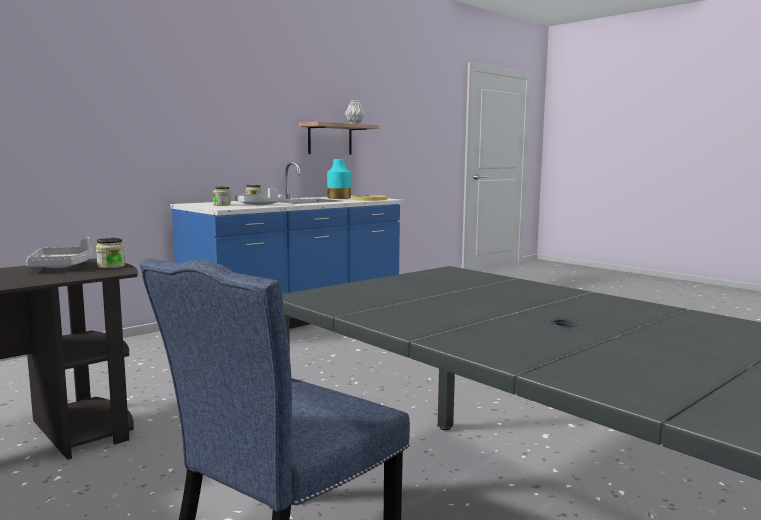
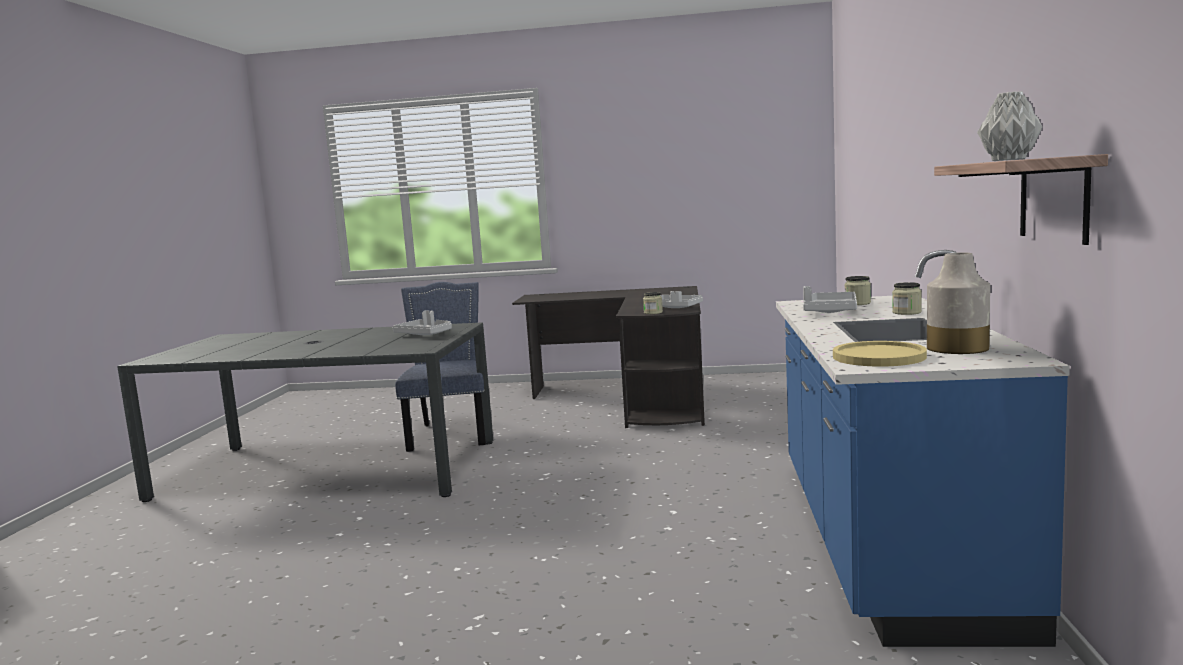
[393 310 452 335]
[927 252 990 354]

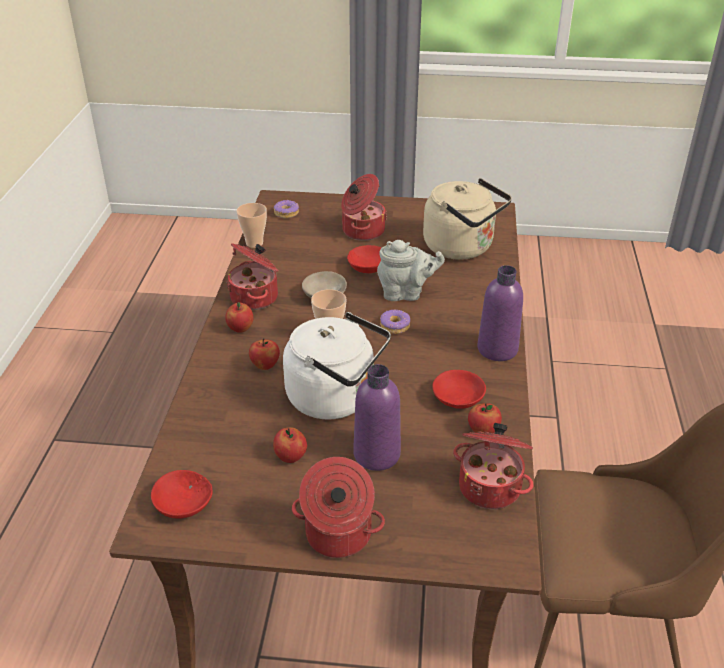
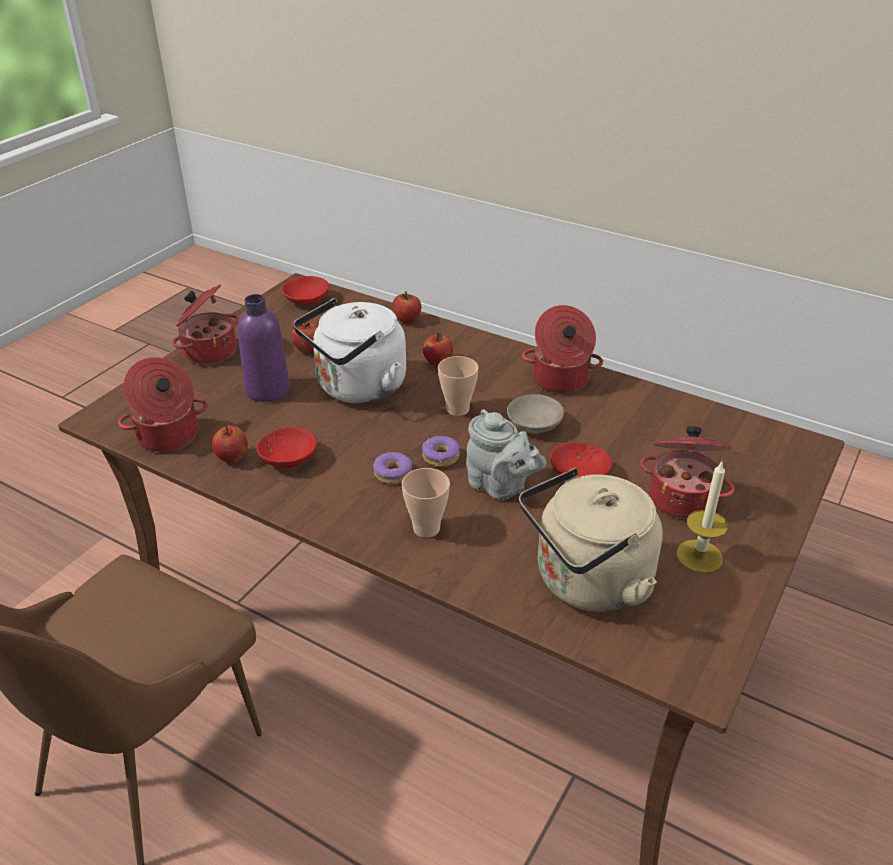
[373 452 412 485]
[392 291 422 323]
[402 468 450 538]
[466 409 546 500]
[676 462 728 573]
[477 265 523 361] (first image)

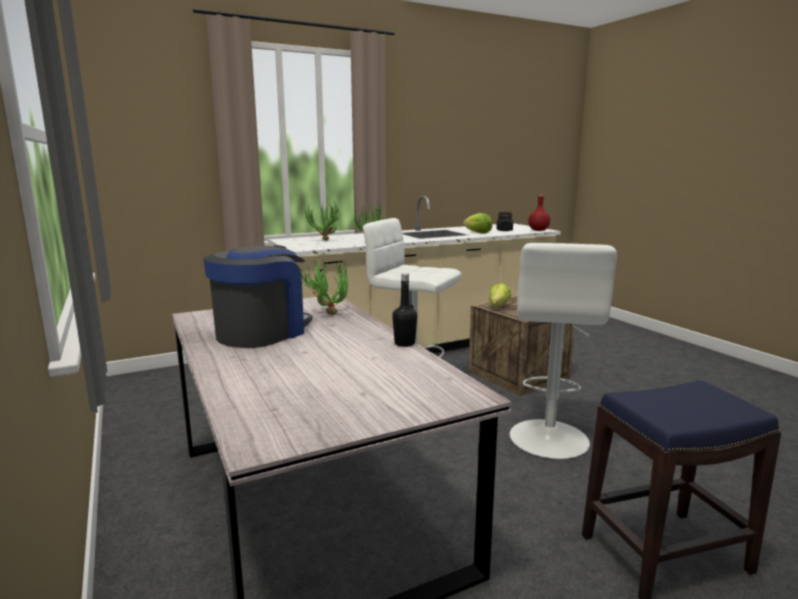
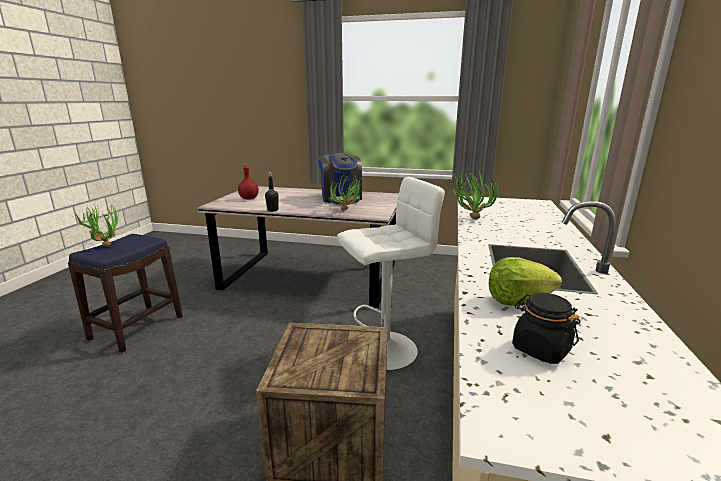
[74 204 119 247]
[238 165 259 200]
[489 283 511 307] (first image)
[510 243 617 459] (first image)

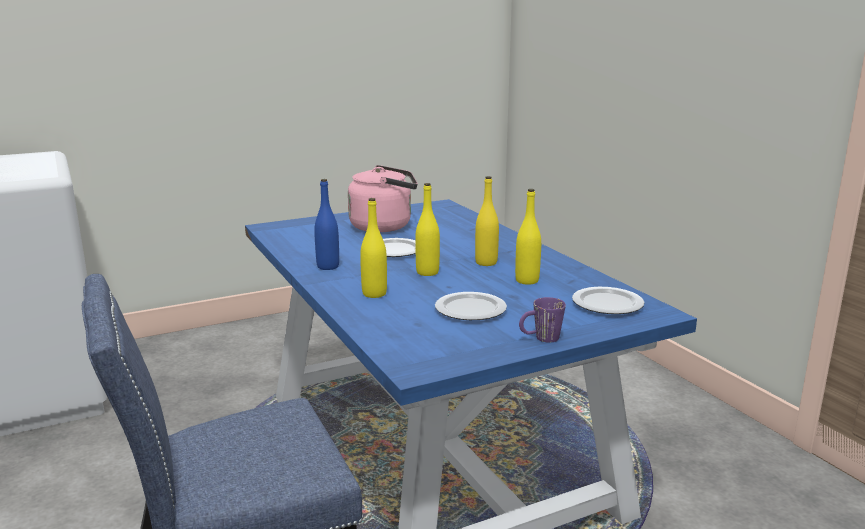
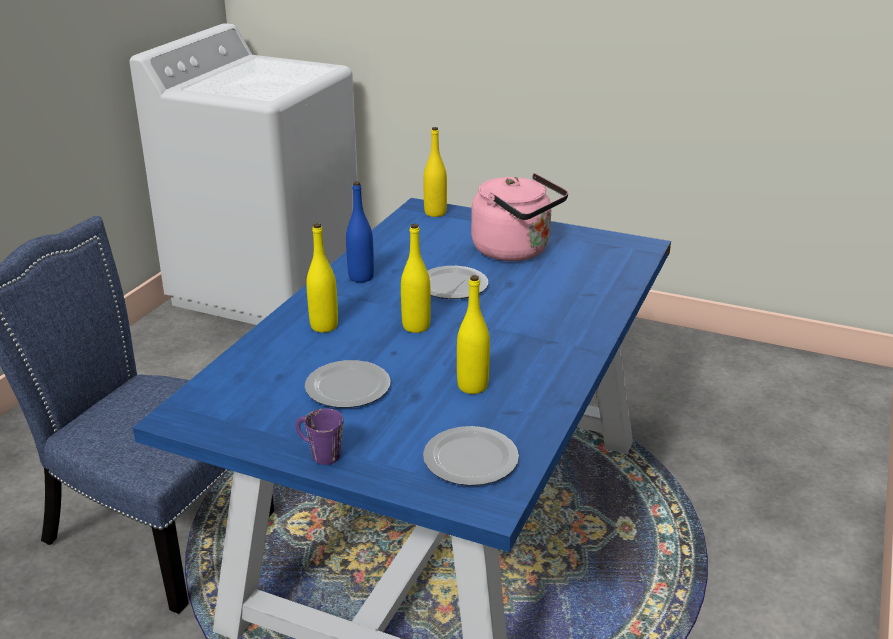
[423 127 447 217]

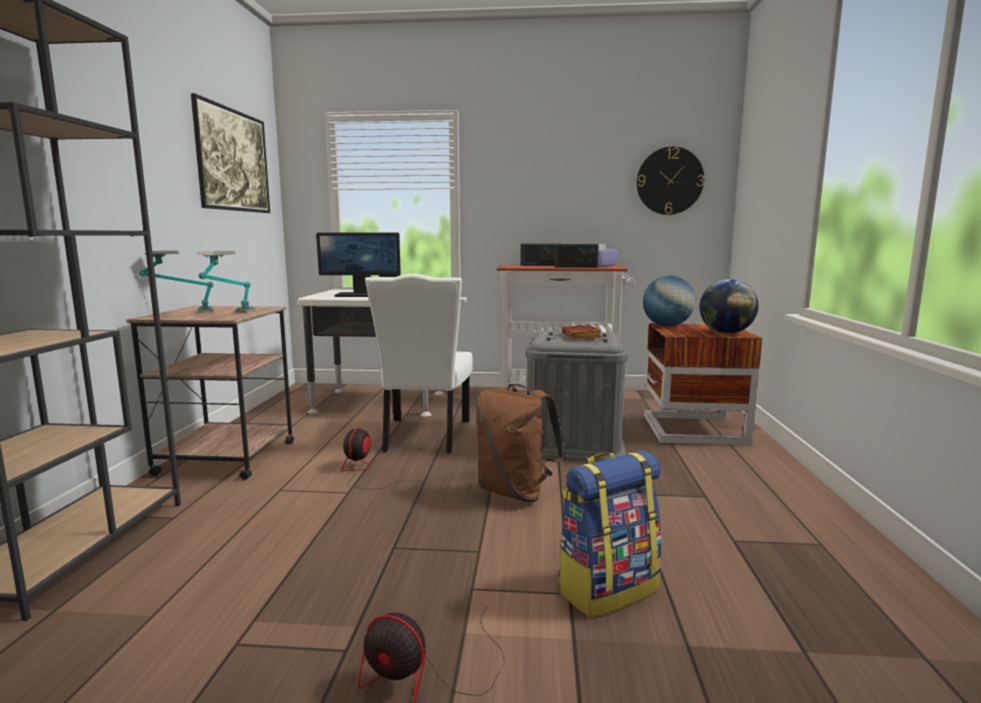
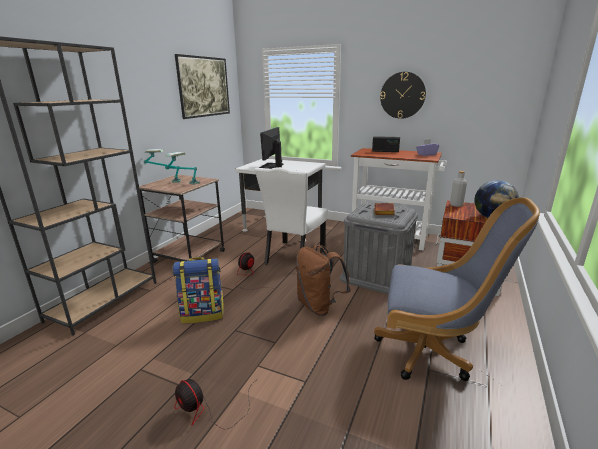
[172 257 224 324]
[259 127 284 169]
[374 197 540 381]
[380 72 426 119]
[450 171 467 207]
[555 244 599 268] (first image)

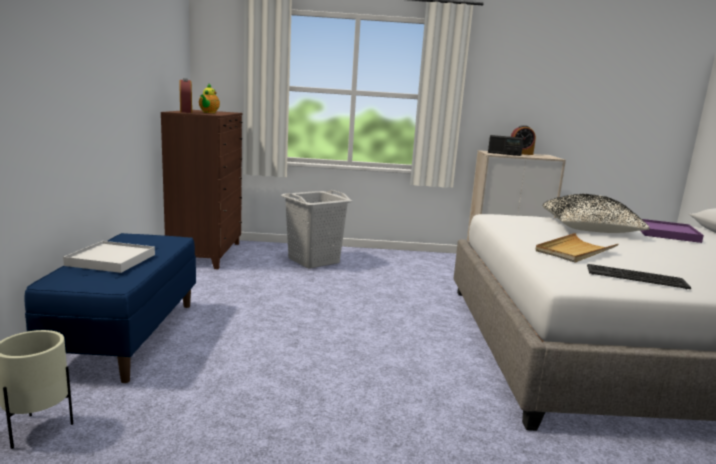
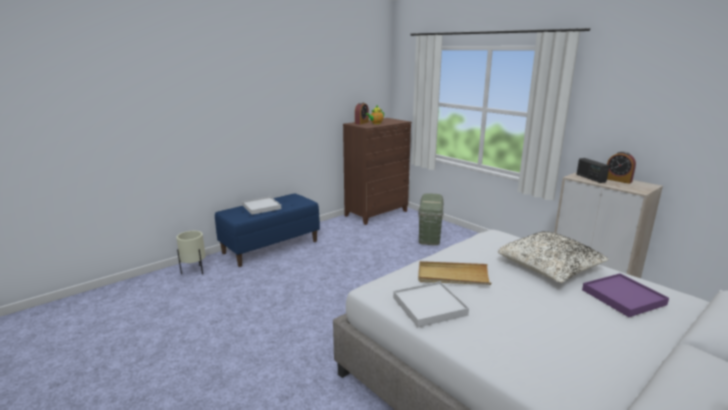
[393 281 469 327]
[418 193 444 245]

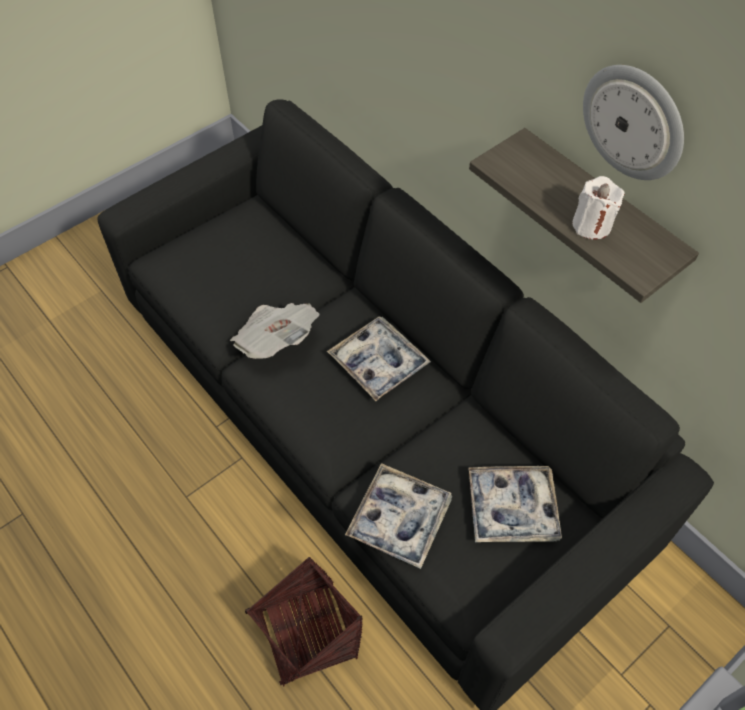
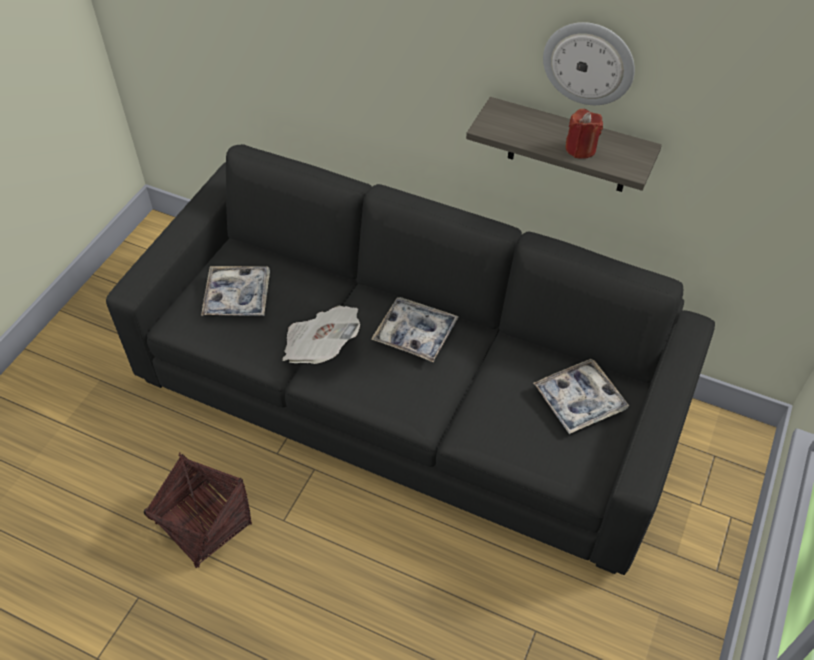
[144 452 252 568]
[201 266 270 316]
[565 109 603 159]

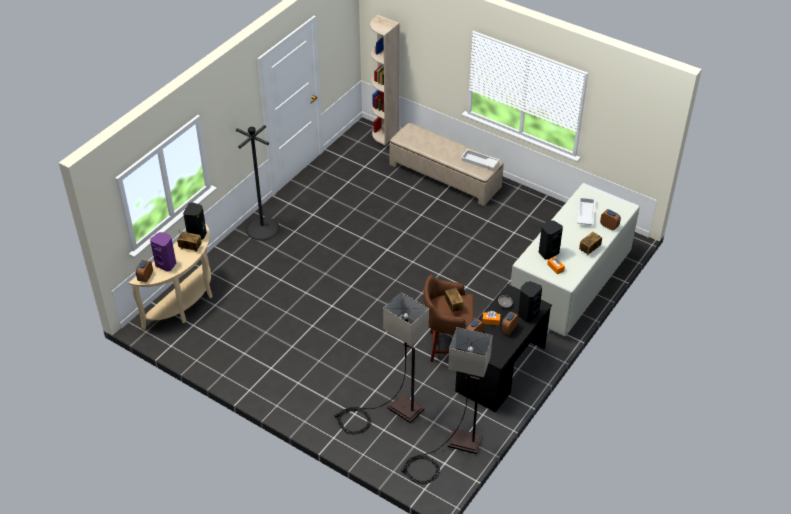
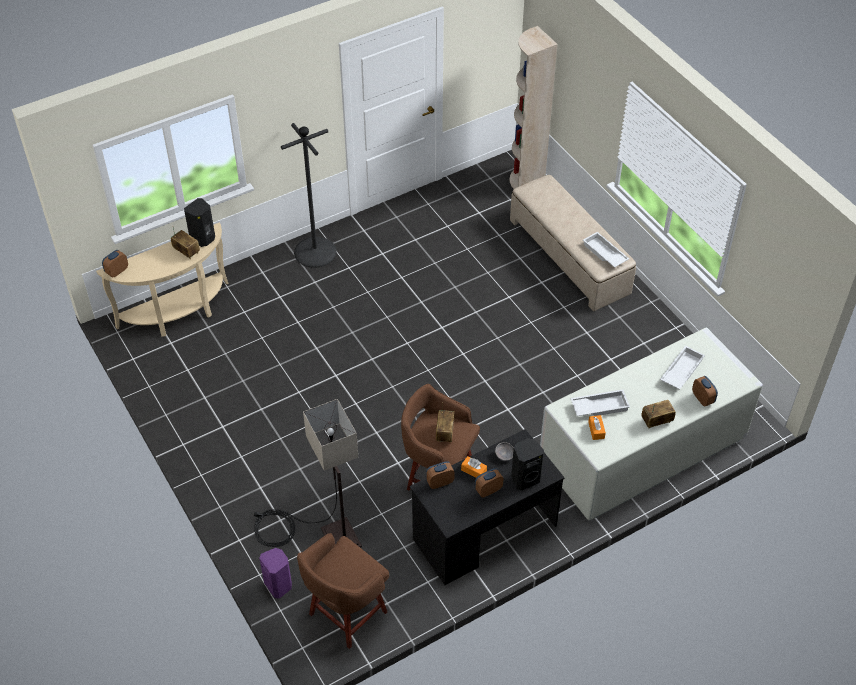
[259 548 292 599]
[297 533 389 649]
[571 389 630 416]

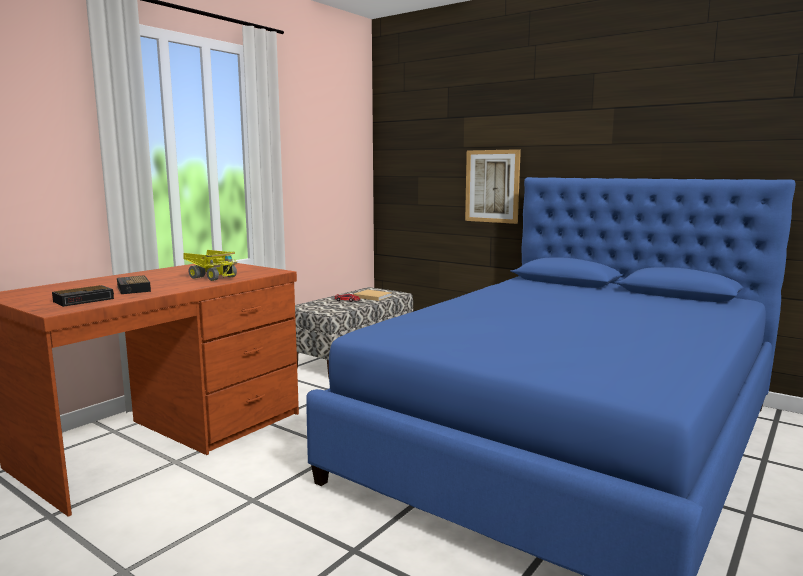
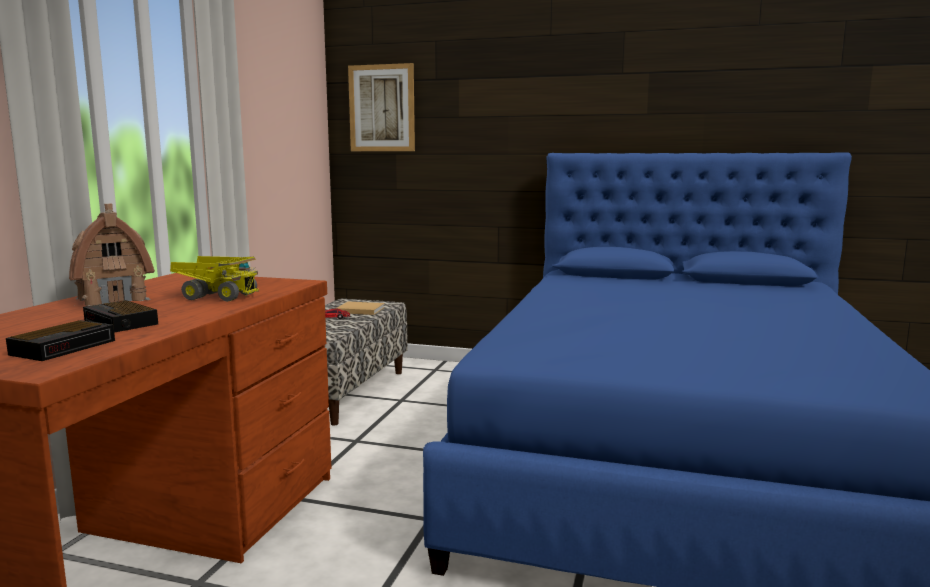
[69 204 155 306]
[348 63 415 151]

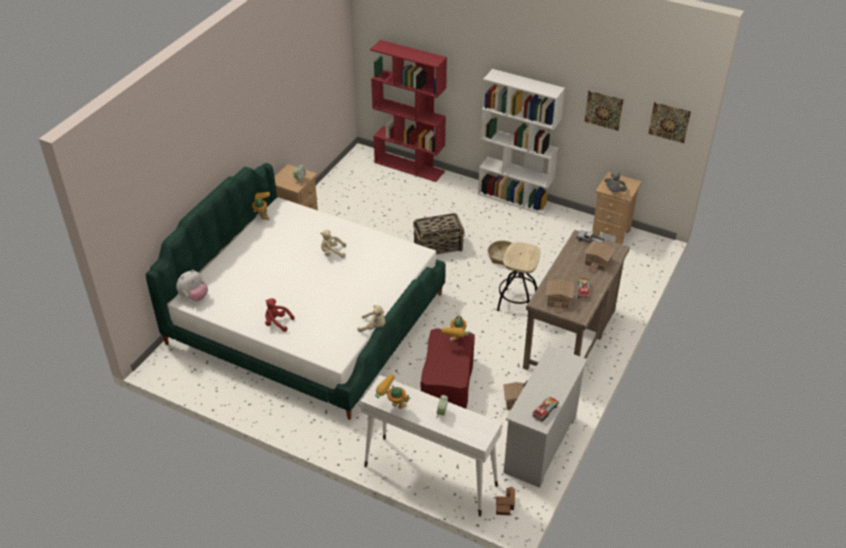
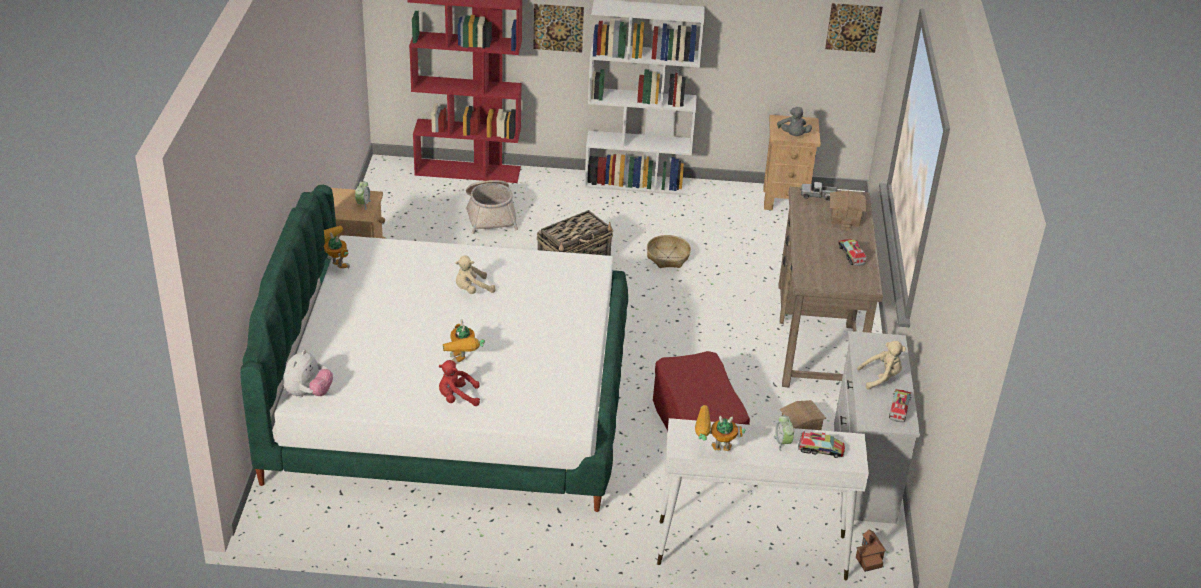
[443 319 485 365]
[466 180 518 234]
[533 4 584 53]
[798 431 845 458]
[857 341 906 390]
[497 242 541 317] (first image)
[546 280 574 313] (first image)

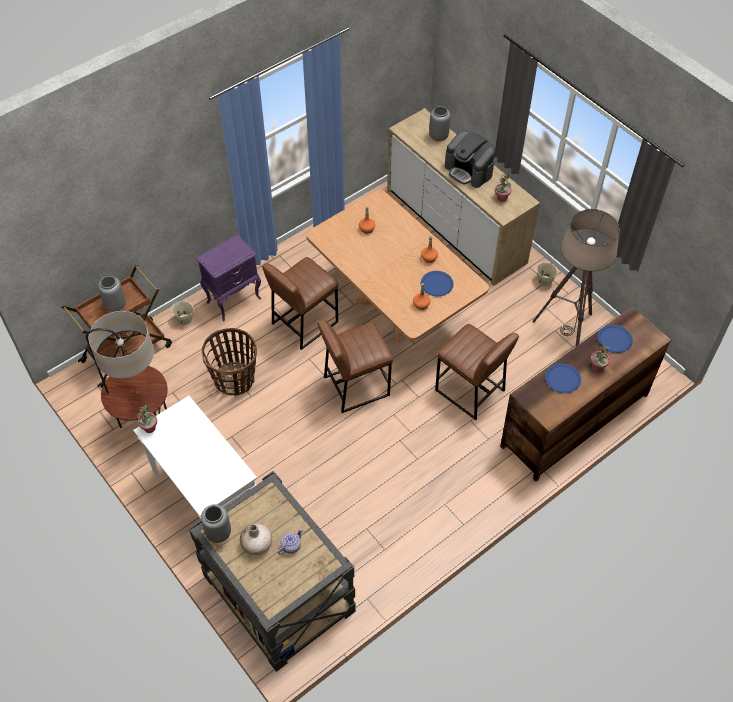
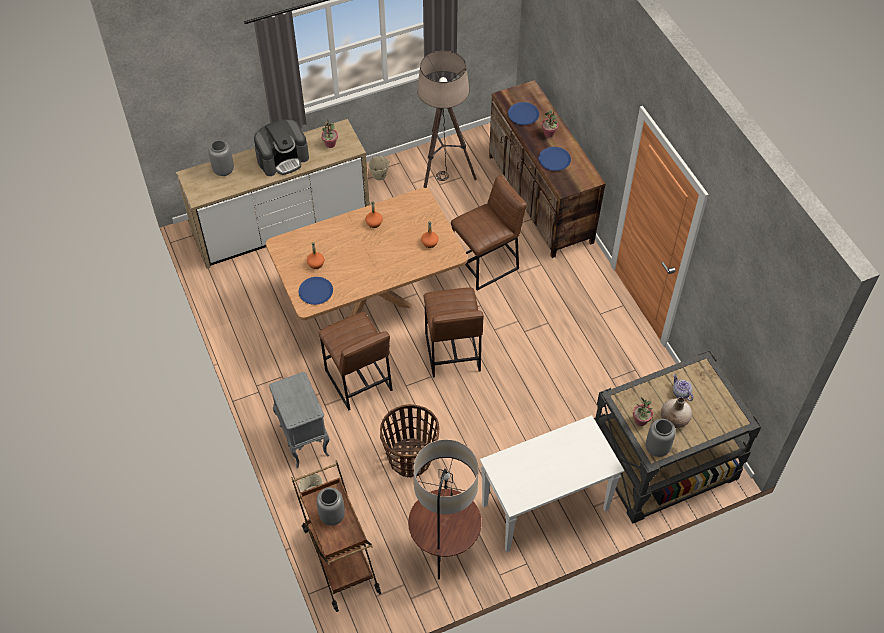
[269 372 329 468]
[299 277 333 305]
[633 397 653 426]

